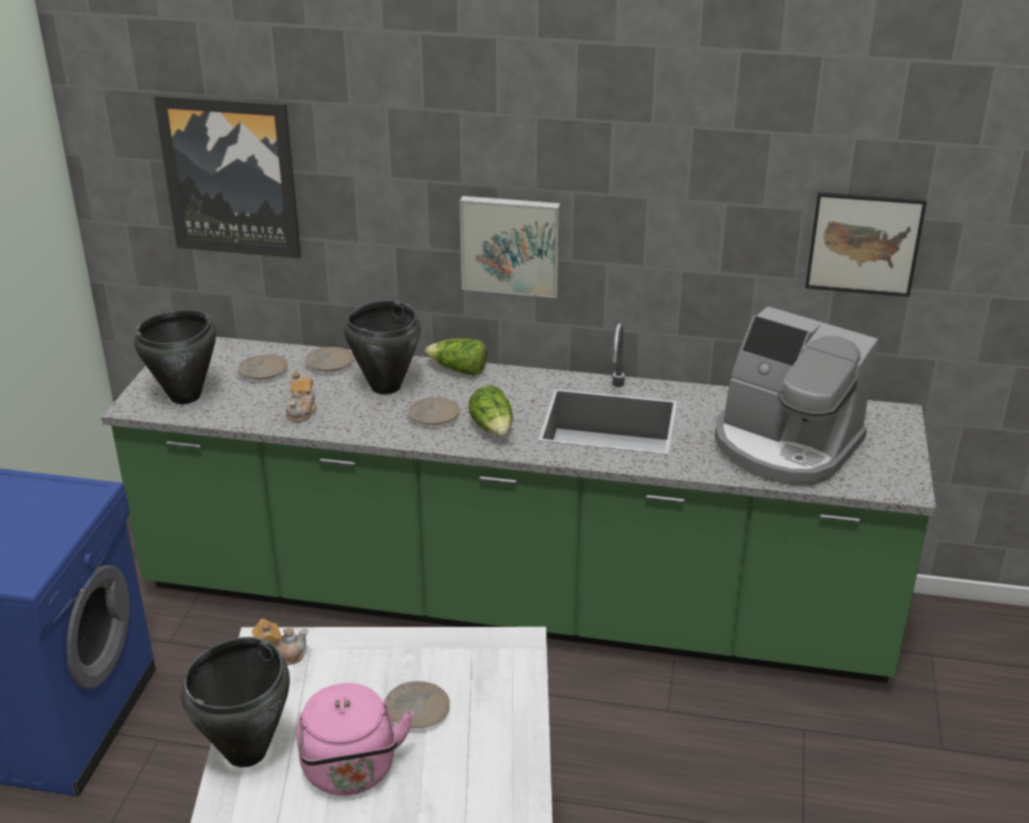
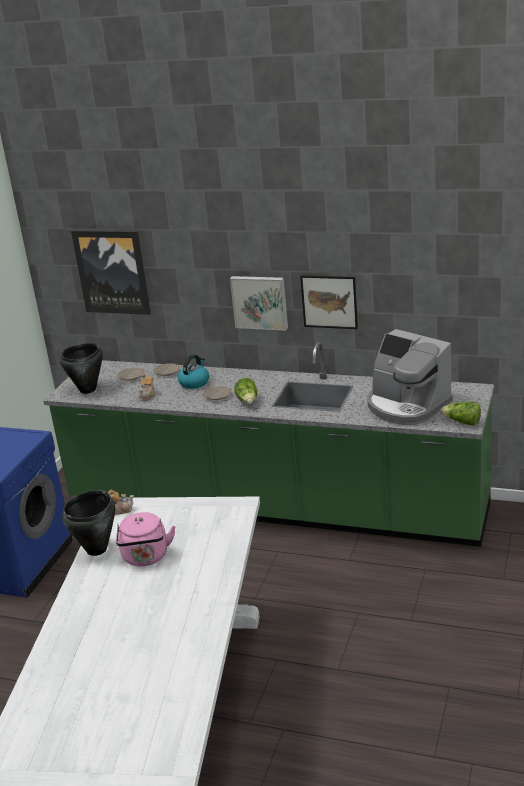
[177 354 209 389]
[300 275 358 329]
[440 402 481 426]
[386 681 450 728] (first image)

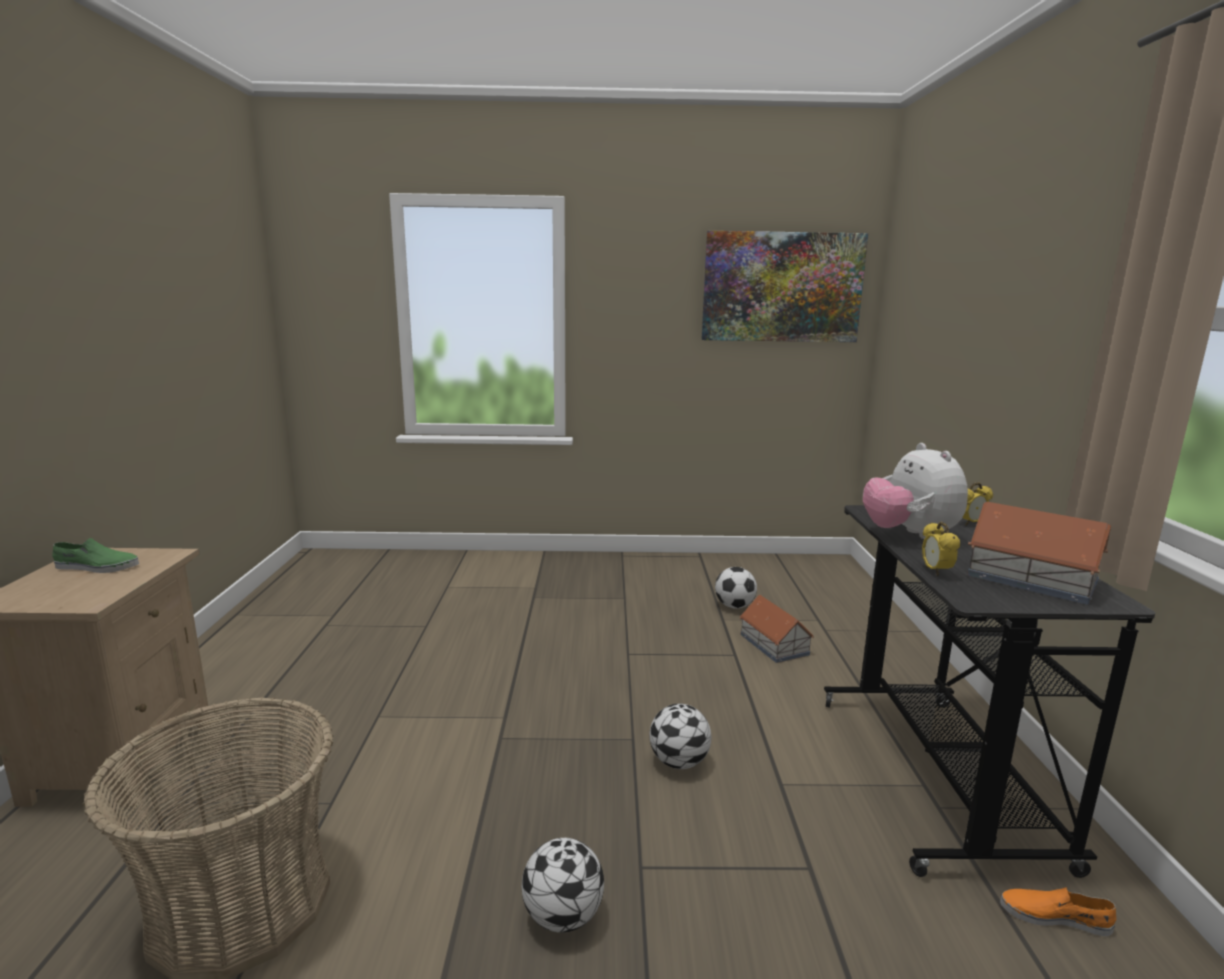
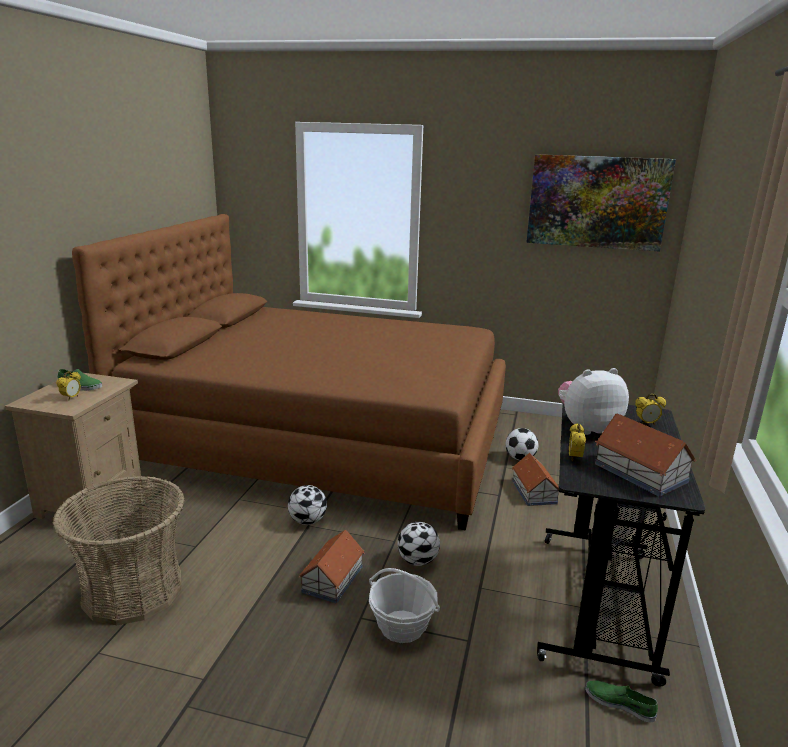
[56 371 81 400]
[72 214 506 531]
[288 485 327 525]
[299 530 364 603]
[369 568 440 643]
[558 368 629 435]
[585 681 658 723]

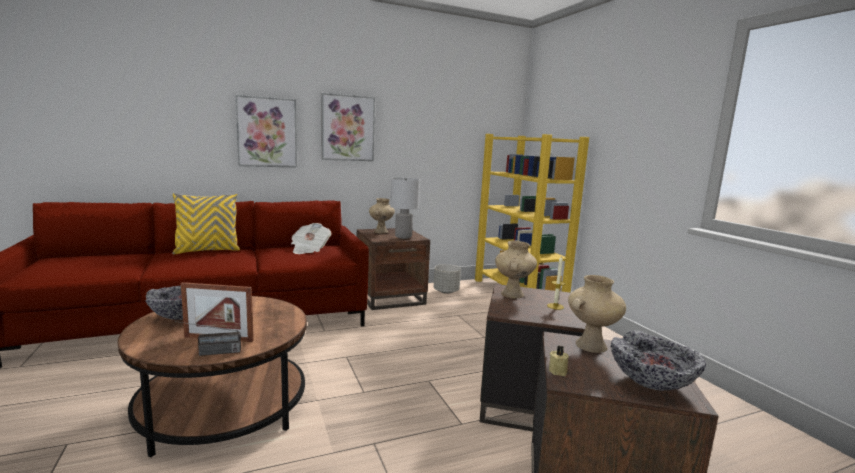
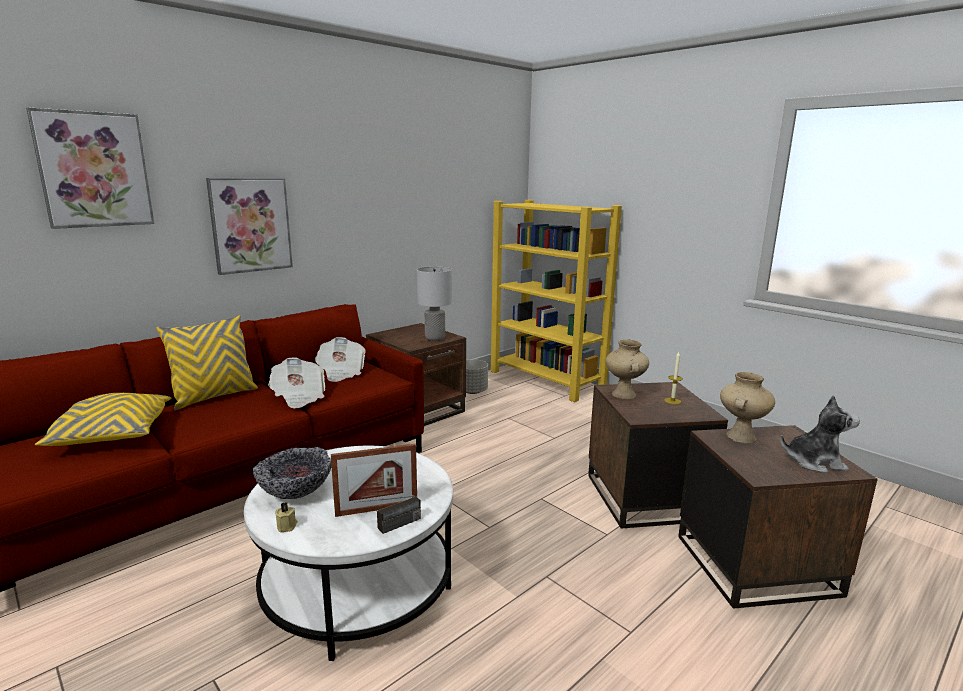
[26 107 155 229]
[35 393 171 446]
[244 446 453 661]
[268 358 325 409]
[275 502 298 532]
[781 395 860 473]
[369 198 395 233] (first image)

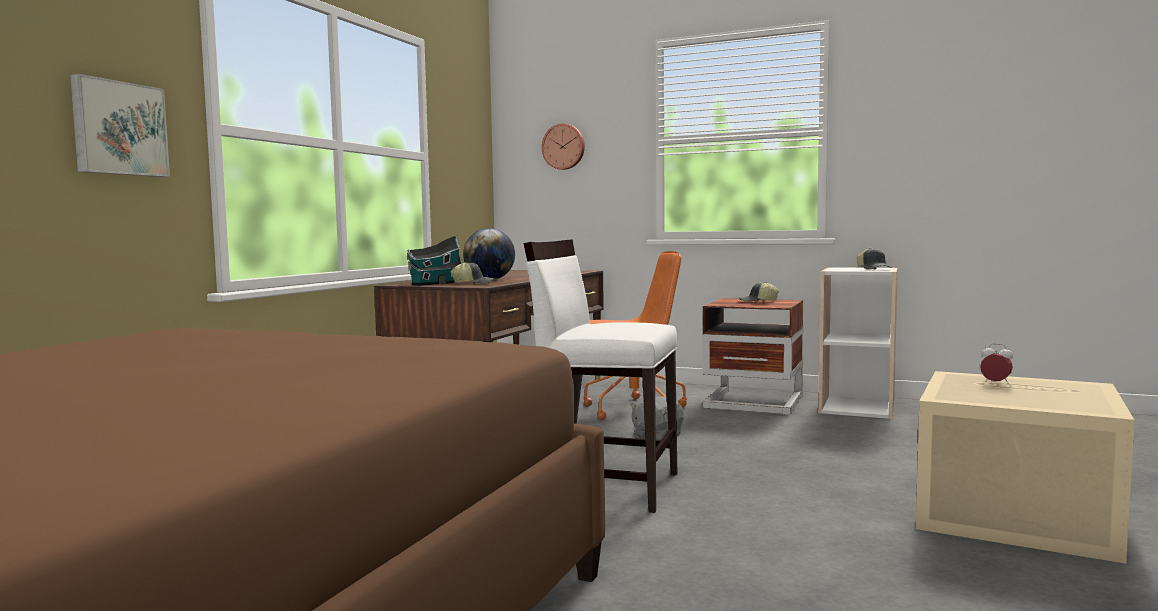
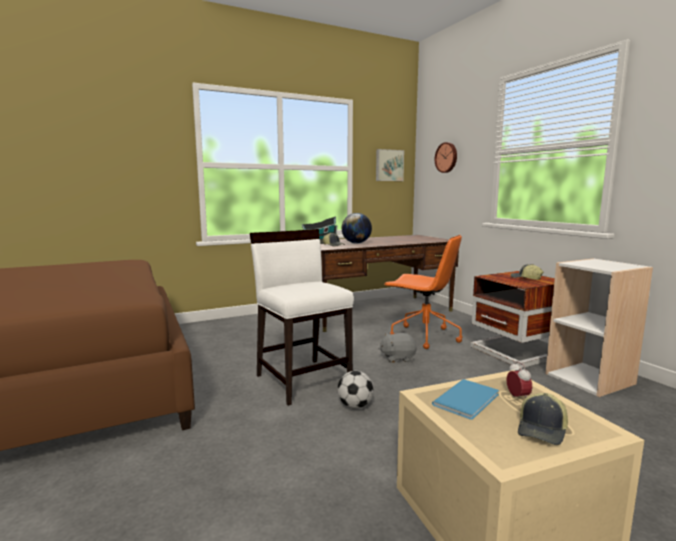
[337 371 374 409]
[376 149 404 181]
[432 379 499 420]
[518 393 568 445]

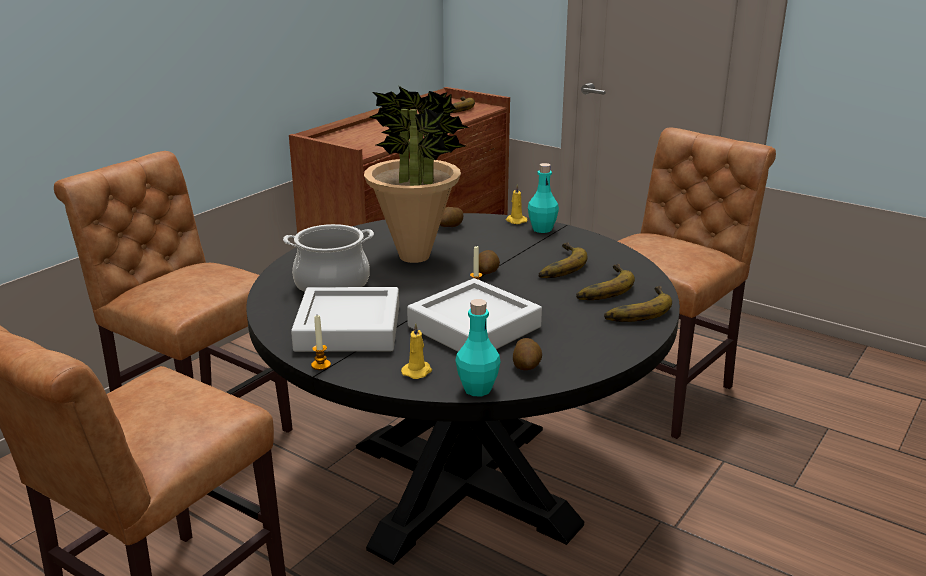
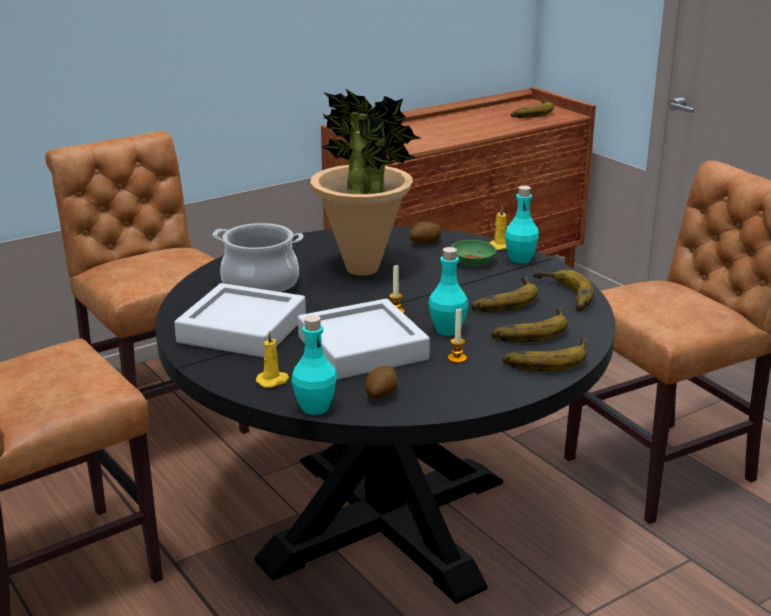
[428 247 468 336]
[448 308 467 363]
[451 240 496 267]
[533 270 594 311]
[479 250 500 274] (first image)

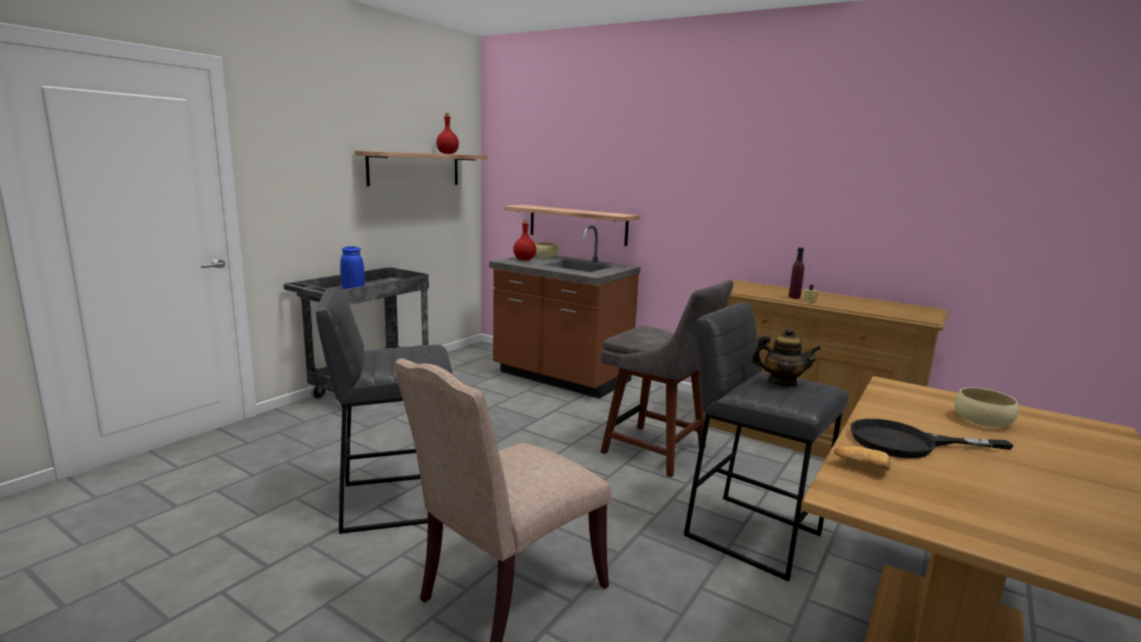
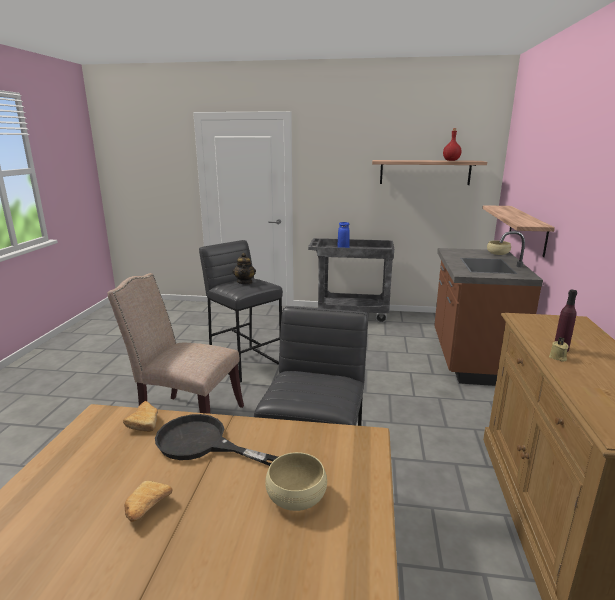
[125 481 173 522]
[155 414 278 466]
[233 253 256 284]
[513 220 536 260] (first image)
[600 280 733 477] (first image)

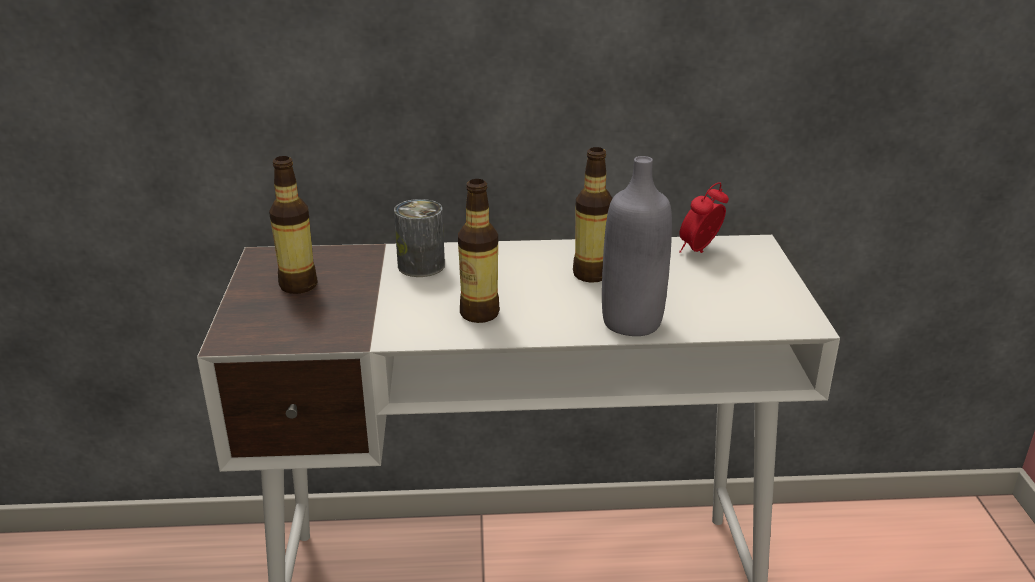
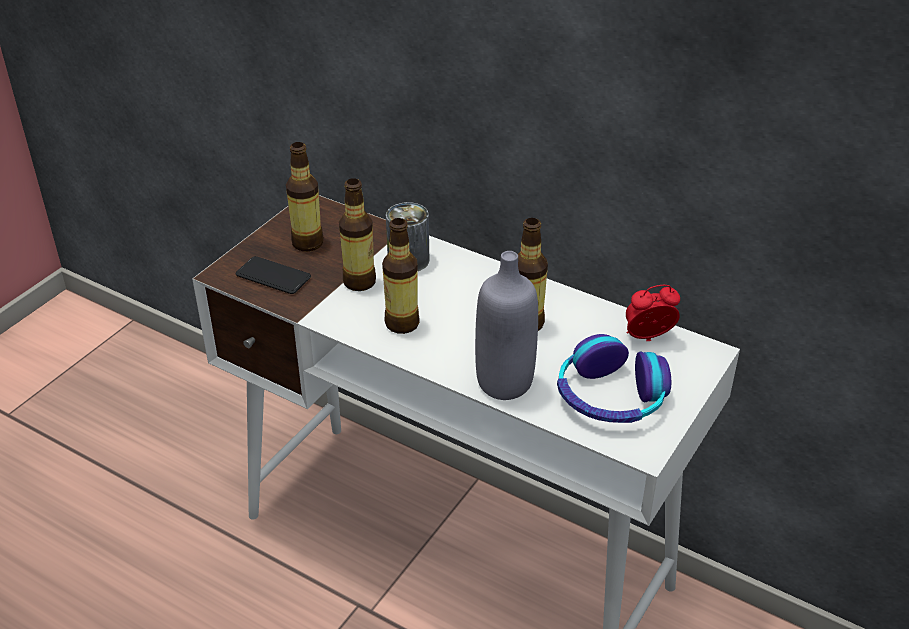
[236 256 311 294]
[339 178 376 291]
[557 334 671 423]

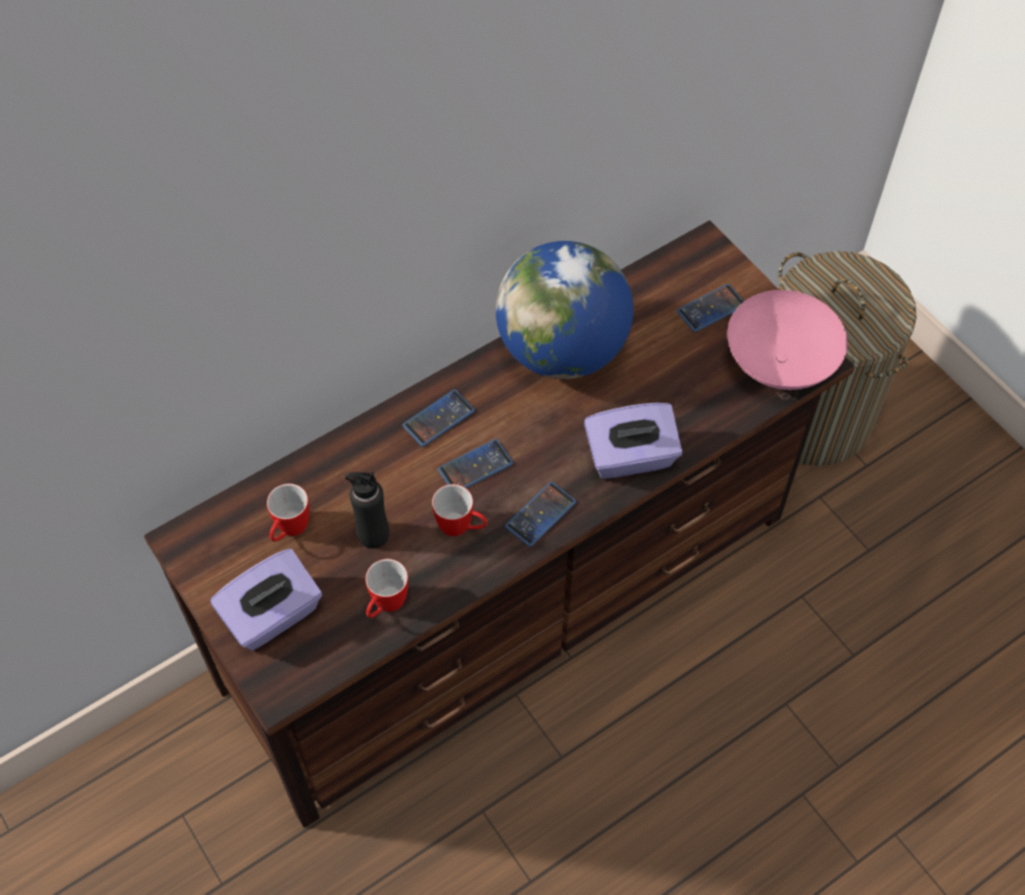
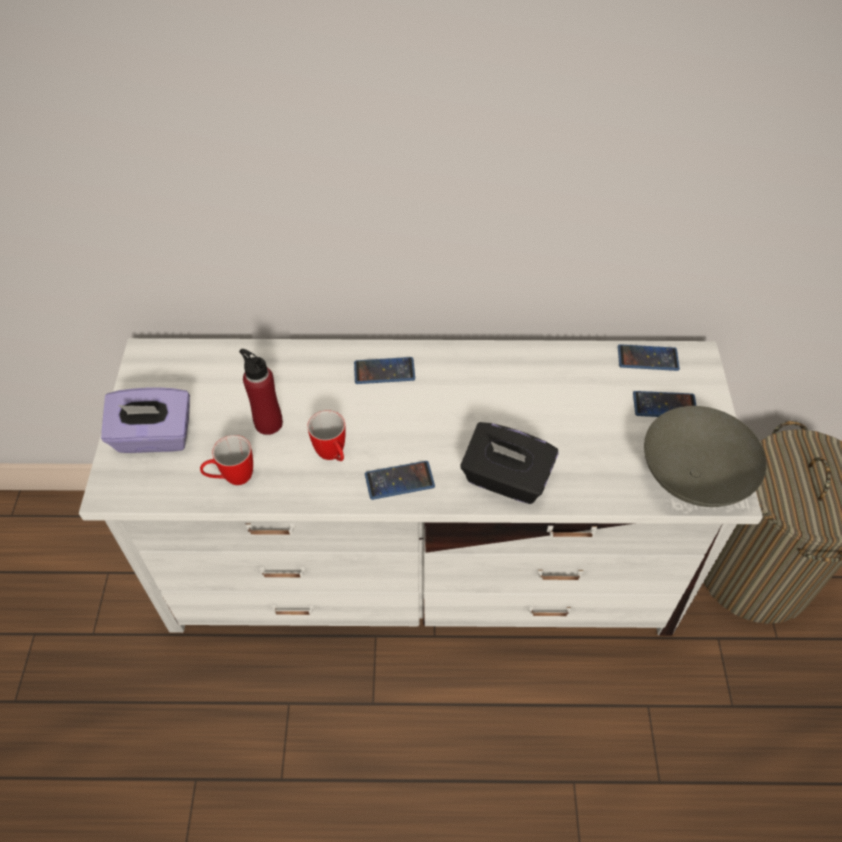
[79 338 763 636]
[239 349 283 435]
[460 422 558 504]
[618 344 680 371]
[644 406 767 507]
[267 484 309 542] (first image)
[496 241 633 379] (first image)

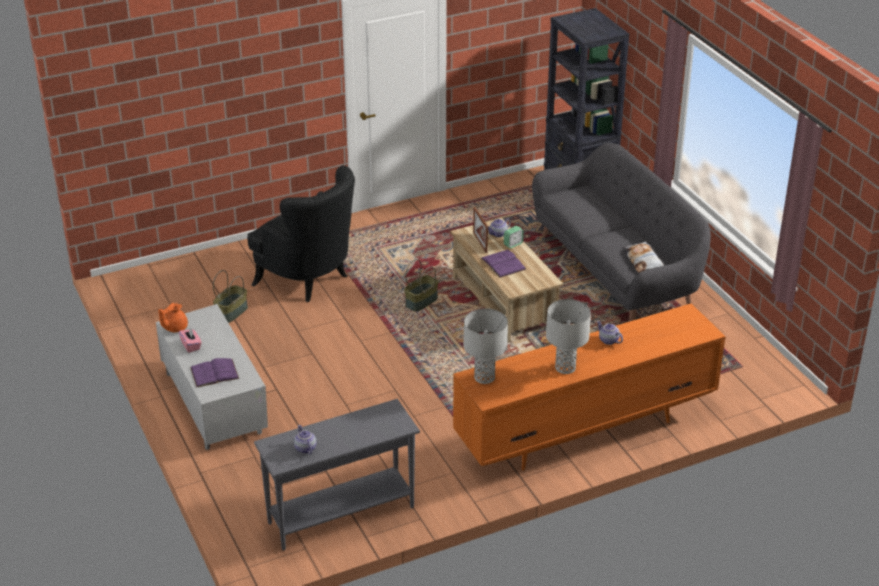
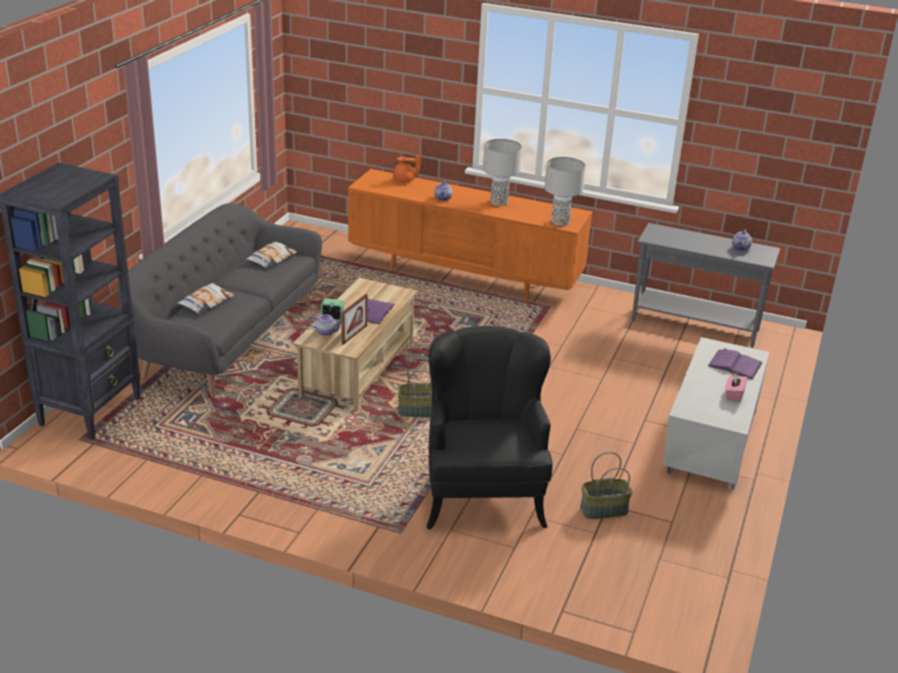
[177 283 234 314]
[393 154 420 183]

